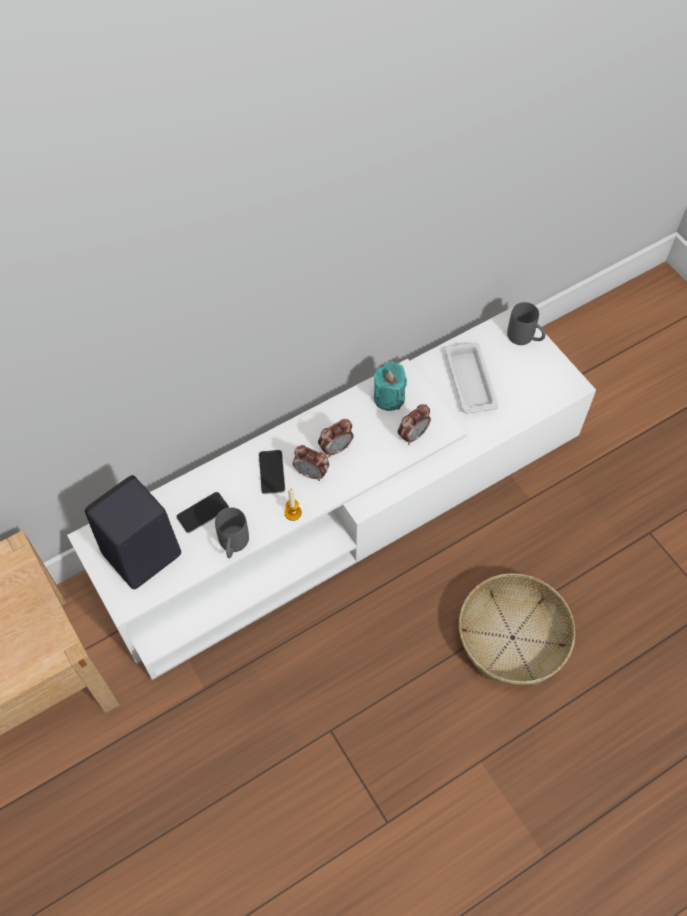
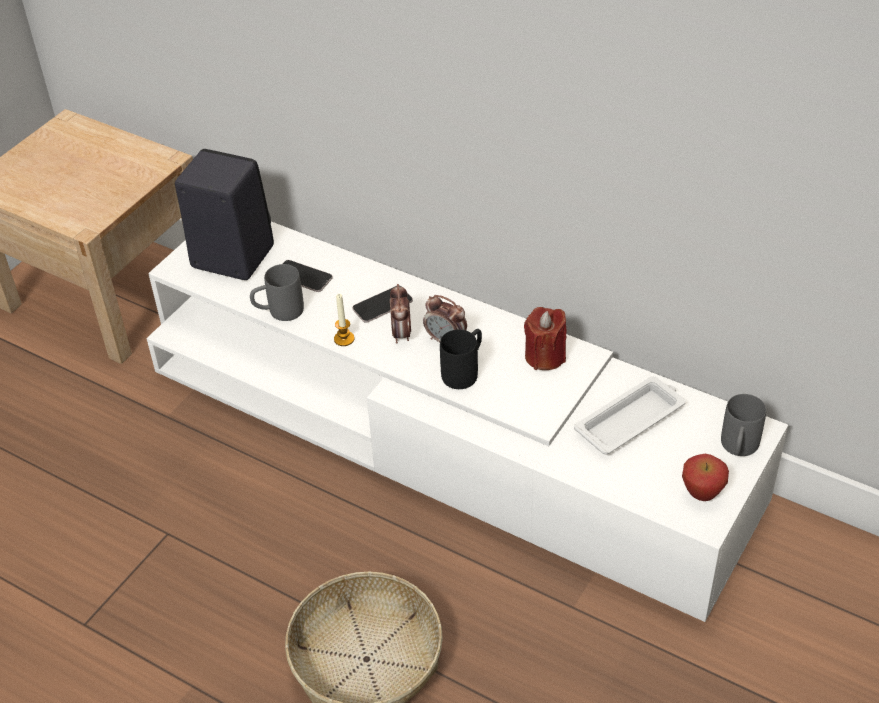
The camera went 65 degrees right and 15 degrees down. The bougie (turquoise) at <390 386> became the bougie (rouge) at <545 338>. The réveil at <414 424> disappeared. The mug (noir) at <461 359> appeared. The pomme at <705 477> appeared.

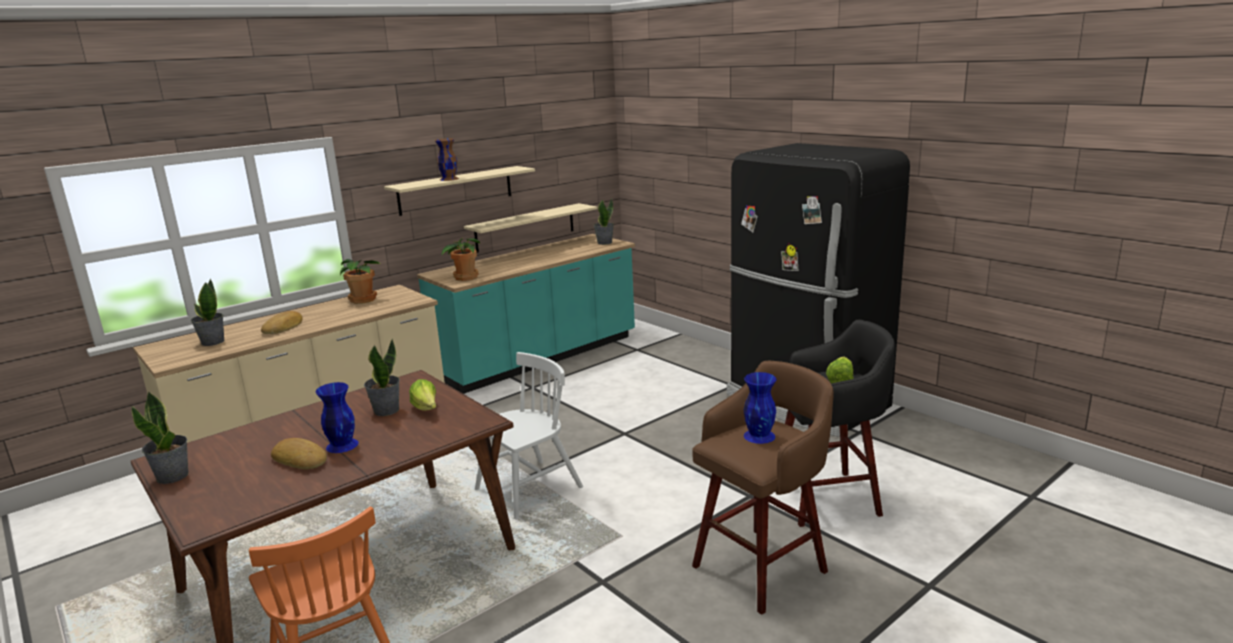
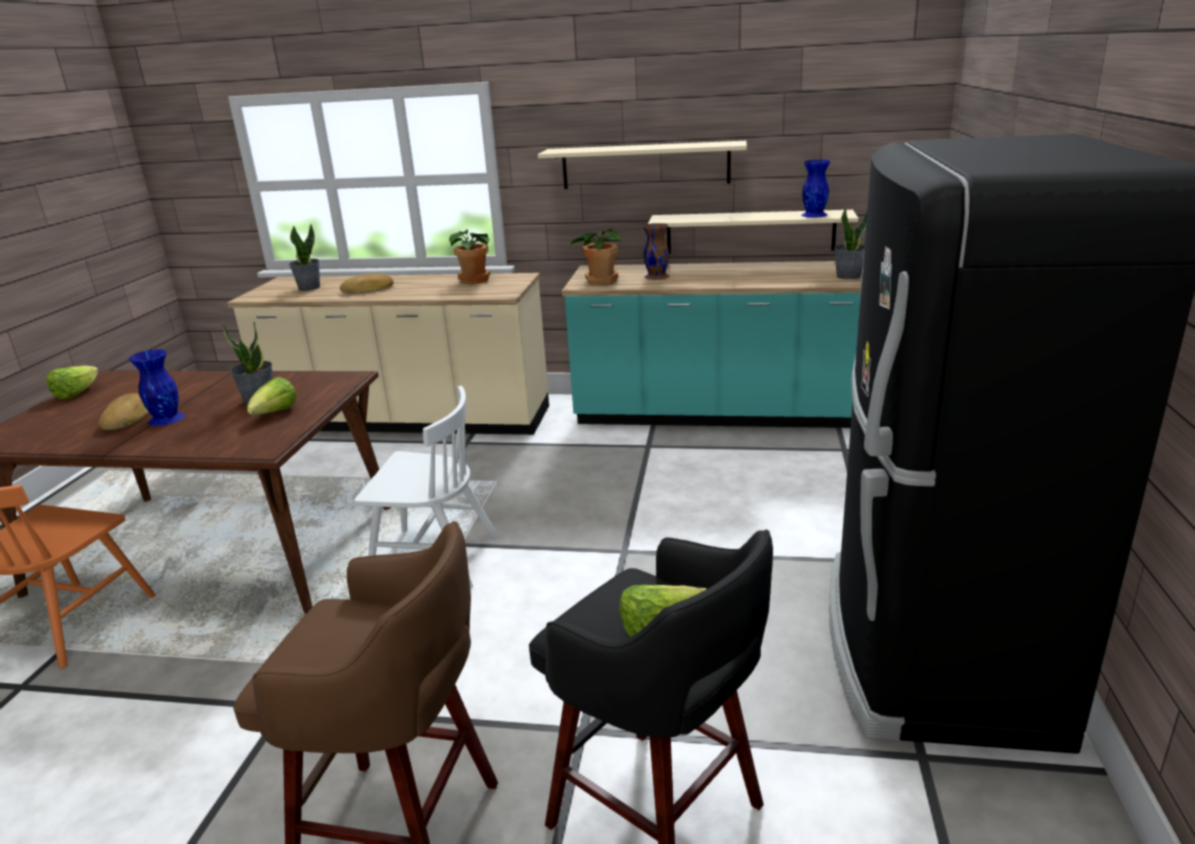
The camera went 50 degrees right and 5 degrees up. The vase (marron) moved from <447 159> to <656 251>. The vase (bleu) moved from <759 408> to <816 189>. The plante en pot at <159 437> was replaced by the laitue at <72 382>.

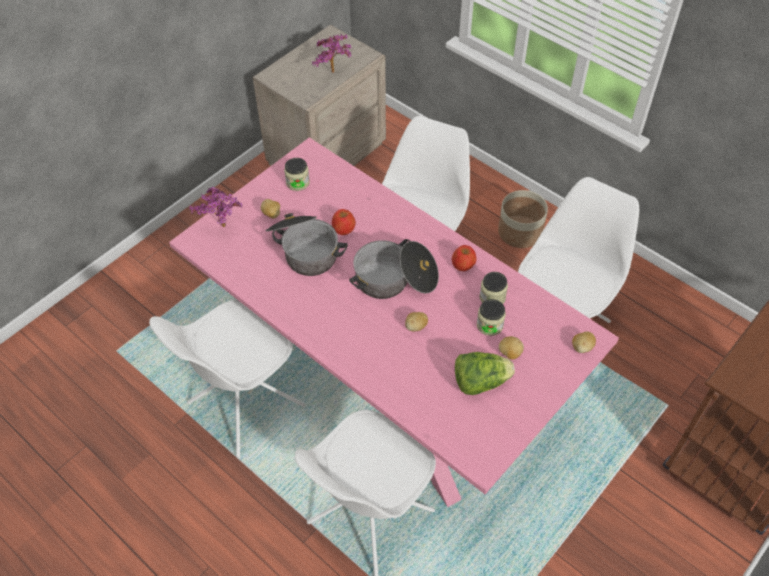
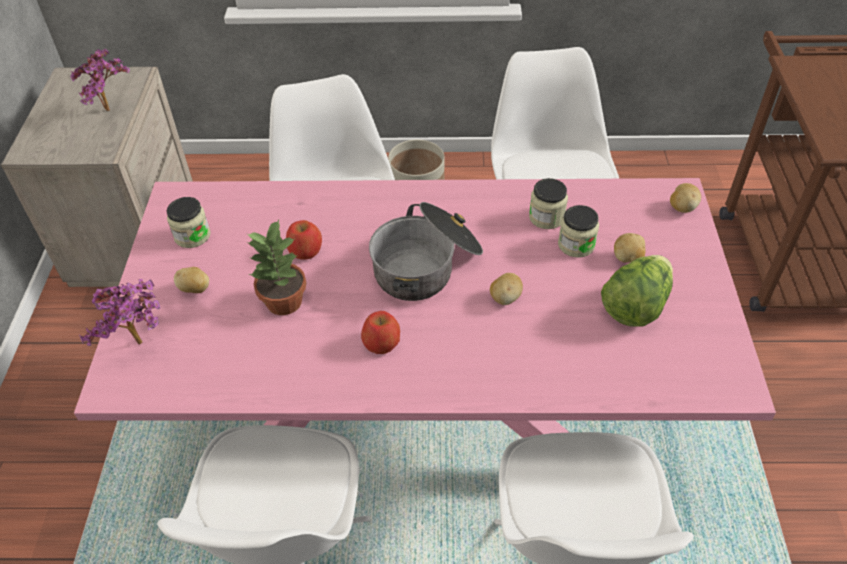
The camera went 40 degrees left and 5 degrees down. The marmite at <306 244> was replaced by the plante en pot at <276 267>. The pomme moved from <464 258> to <380 332>.

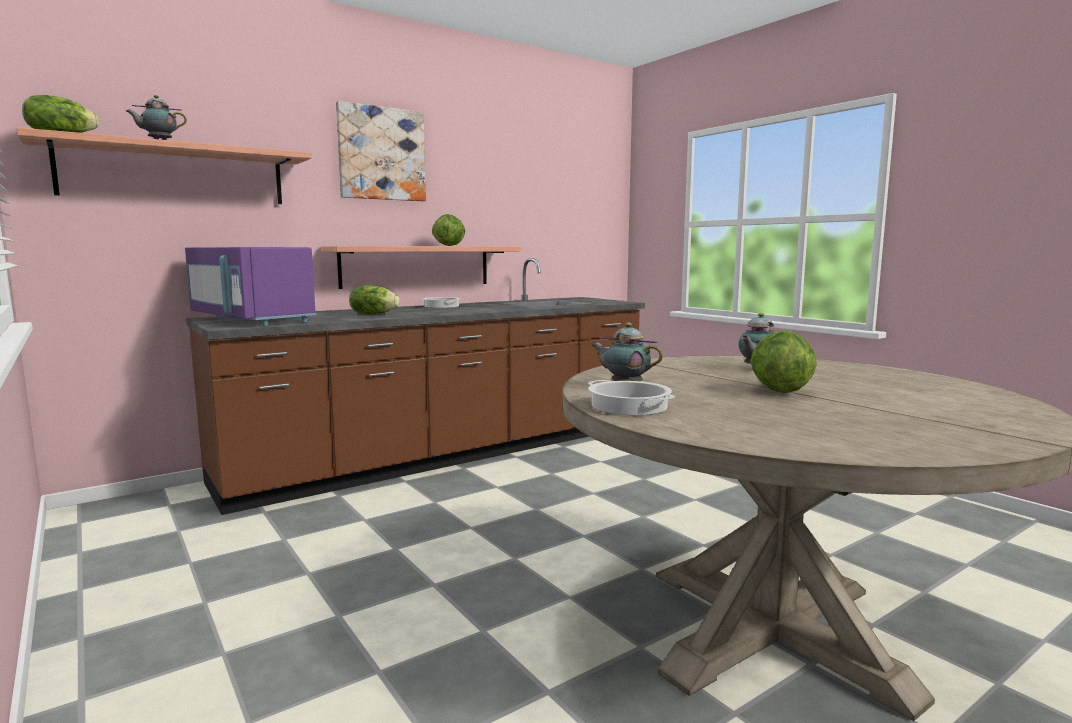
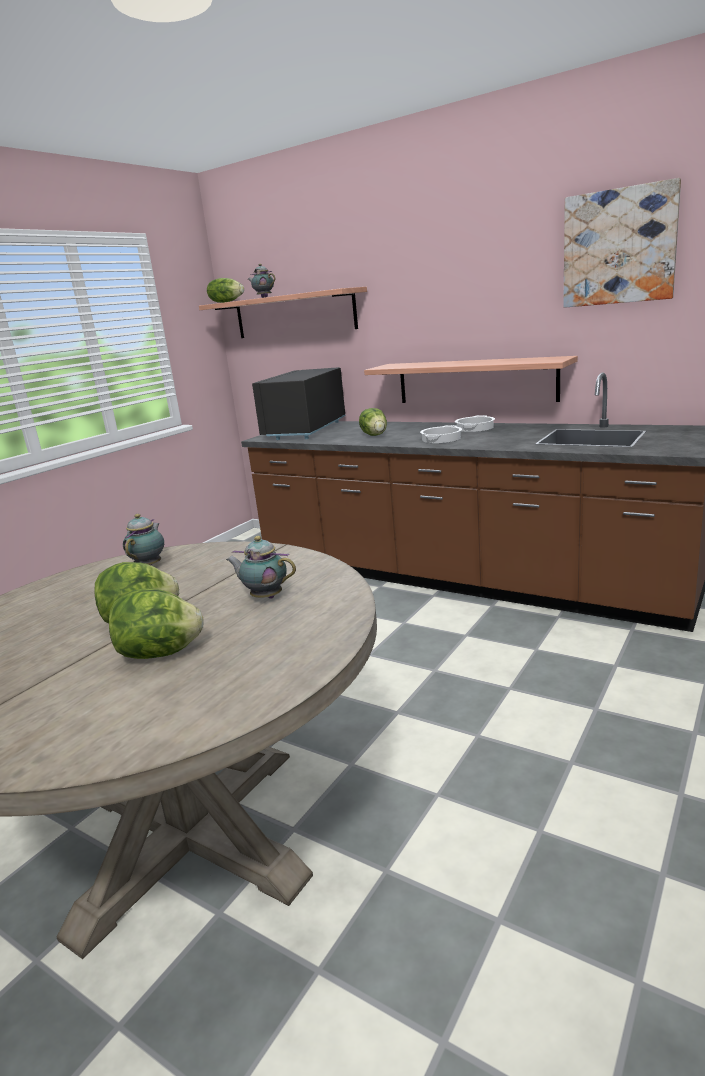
The camera went 70 degrees right and 10 degrees up. The tableau moved from <381 151> to <622 243>. The laitue moved from <448 230> to <156 623>. The micro-ondes (violet) at <250 286> became the micro-ondes (noir) at <299 403>. The marmite moved from <631 397> to <441 434>.

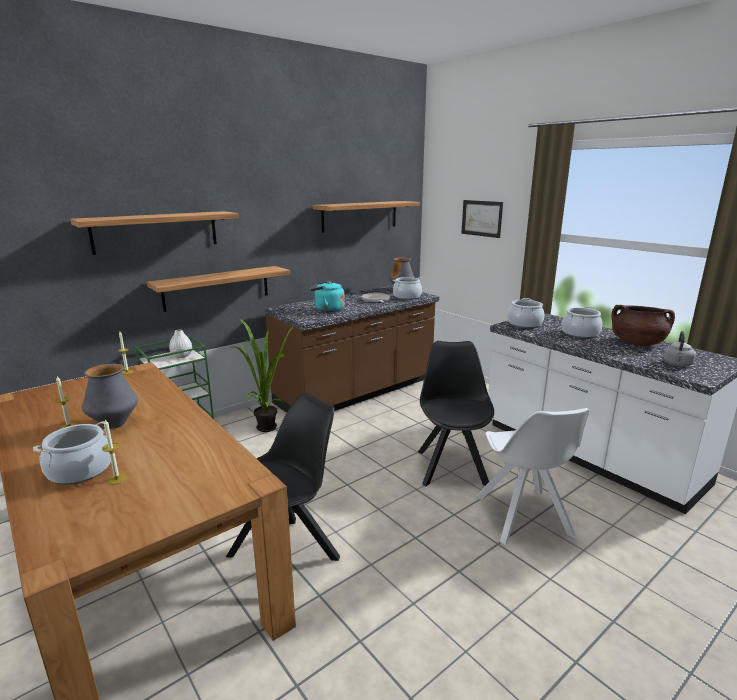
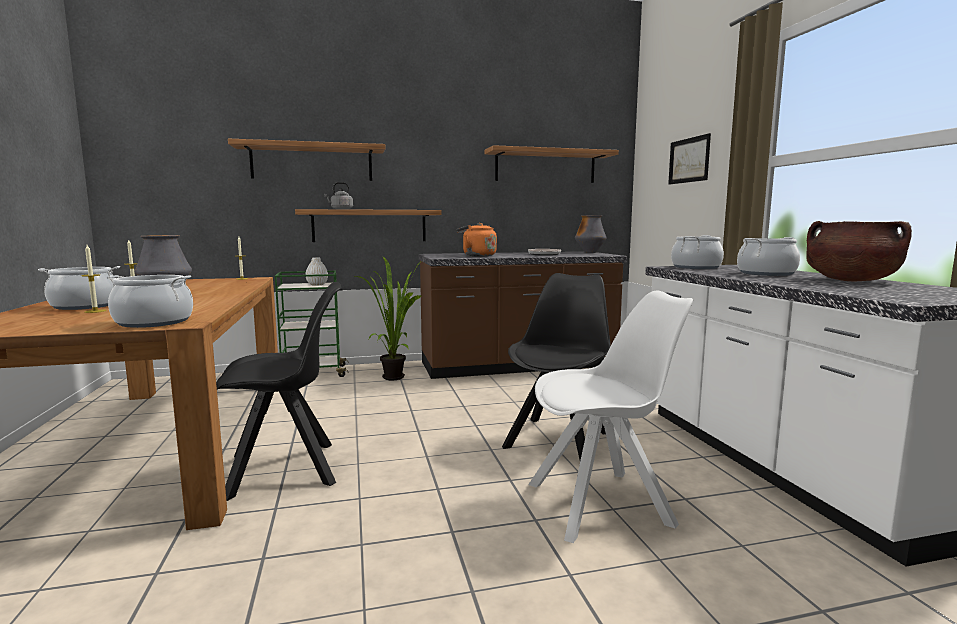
The camera went 25 degrees right and 10 degrees down. The marmite moved from <407 288> to <150 301>. The bouilloire (turquoise) at <327 296> became the bouilloire (orange) at <477 239>. The bouilloire (gris) moved from <679 349> to <338 195>. The chaise (blanc) at <532 476> turned 120 degrees counterclockwise.

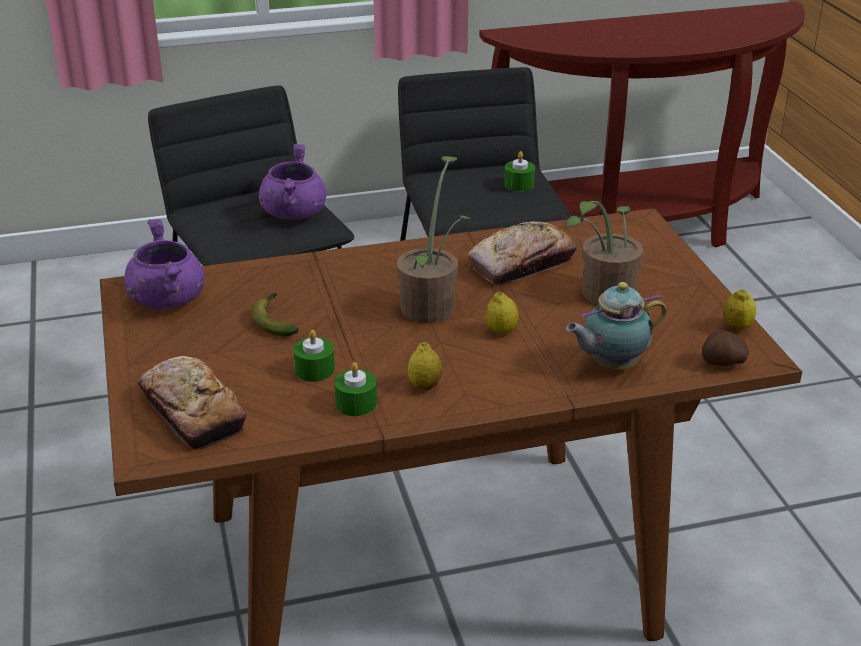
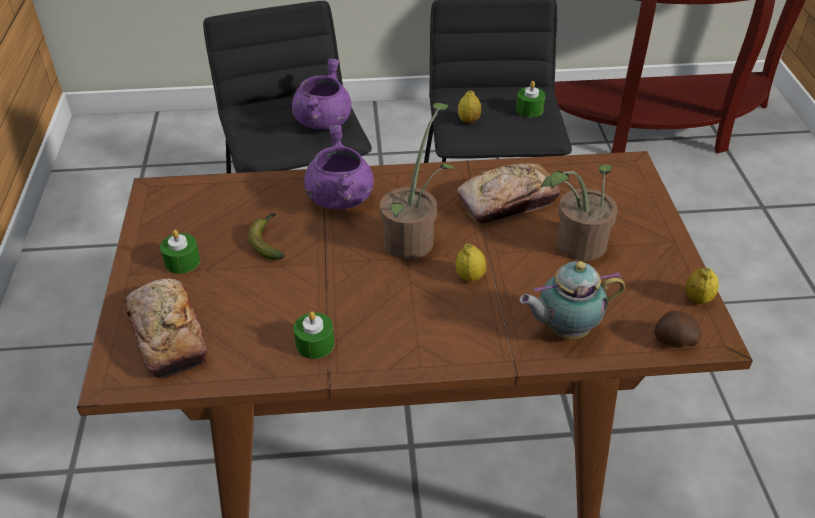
The camera went 10 degrees right and 10 degrees up. The marmite (violet) moved from <164 264> to <339 167>. The bougie (vert) moved from <314 356> to <180 252>. The citron moved from <425 366> to <469 107>.

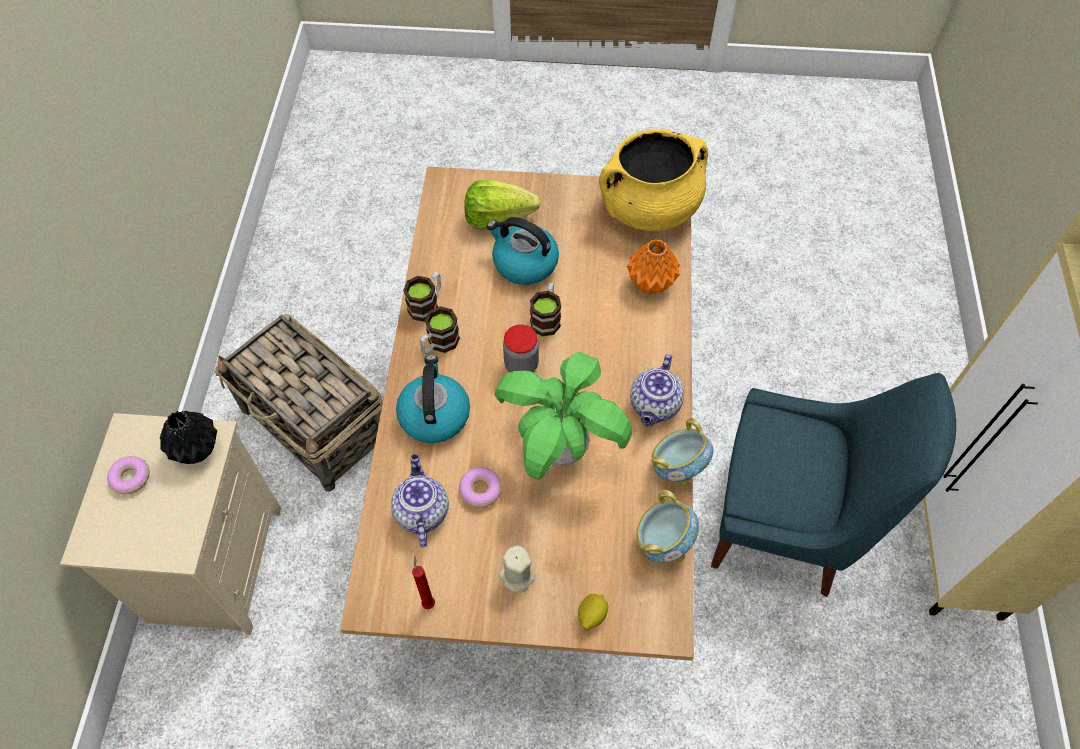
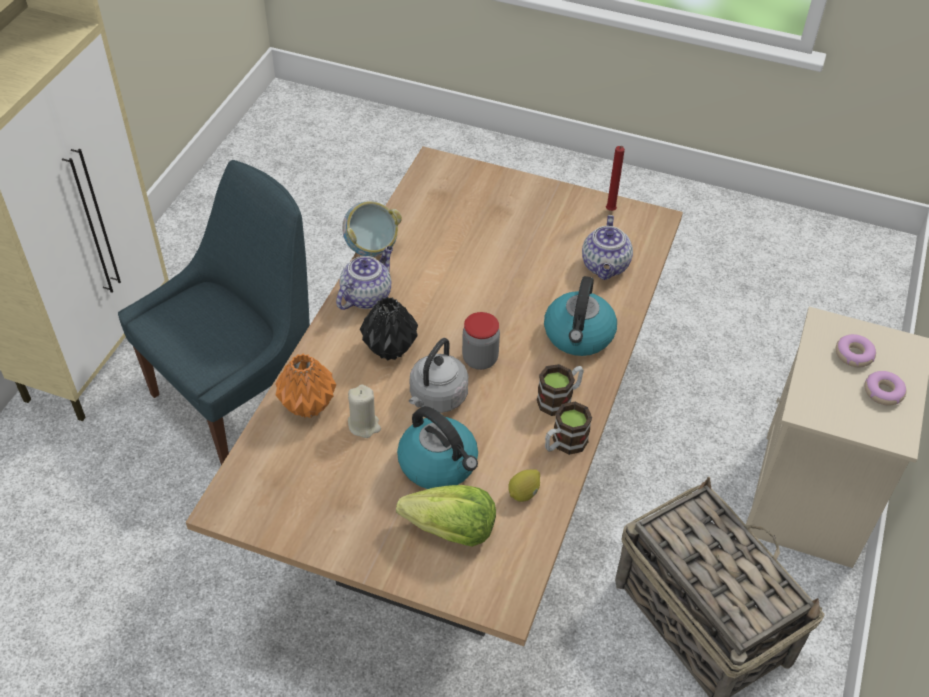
The camera went 165 degrees left and 10 degrees down. The marmite (jaune) at <653 180> disappeared. The mug at <545 309> was replaced by the bouilloire (gris) at <438 375>. The plante en pot at <563 416> disappeared. The chaise (bleu) at <833 485> turned 105 degrees clockwise. The vase (noir) moved from <188 437> to <389 328>. The beignet moved from <480 487> to <856 350>. The bol at <667 526> disappeared. The bougie (beige) moved from <517 569> to <364 411>. The citron moved from <593 612> to <524 485>.

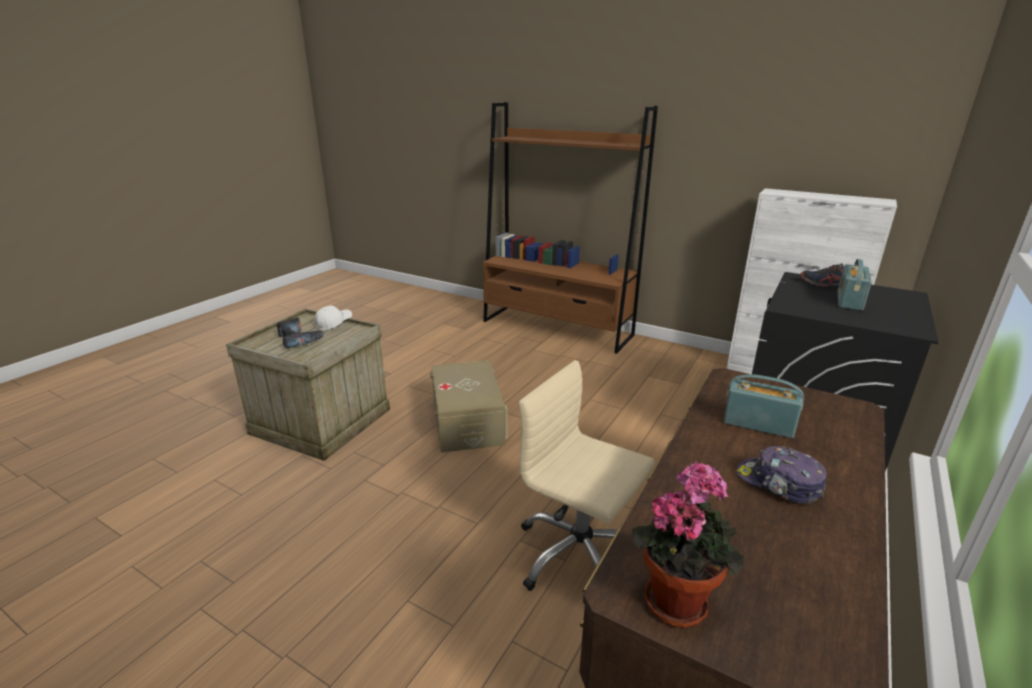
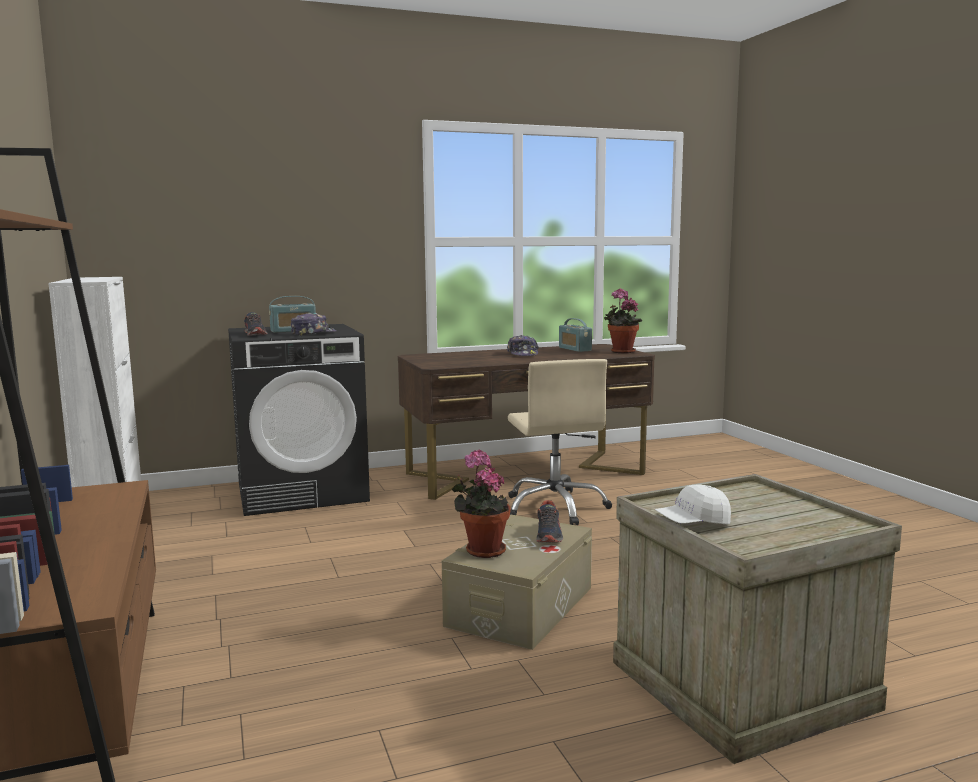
The camera went 140 degrees left and 15 degrees down. The perceuse at <301 333> disappeared. The radio moved from <763 406> to <575 335>. The casquette at <314 324> appeared. The plante en pot at <481 504> appeared. The chaussure at <549 521> appeared.

